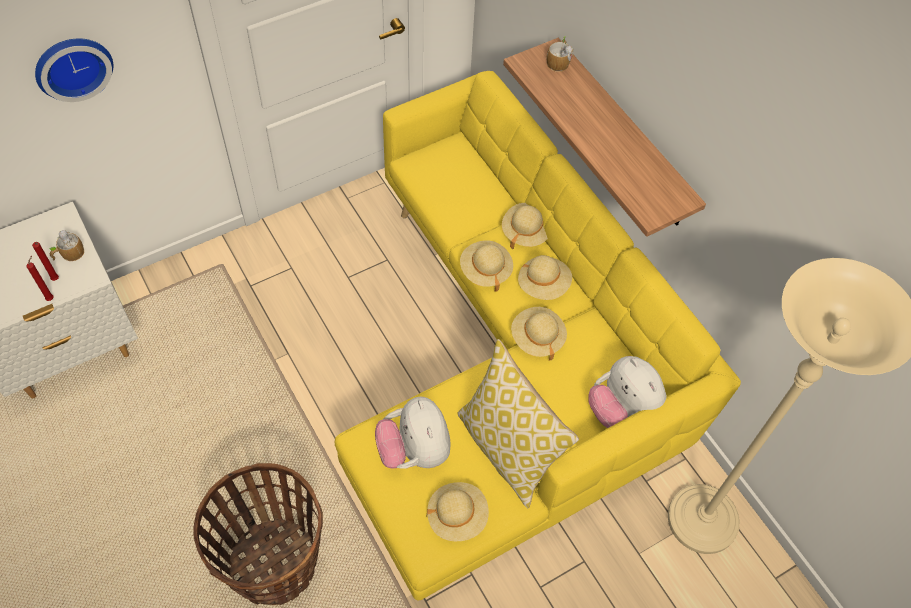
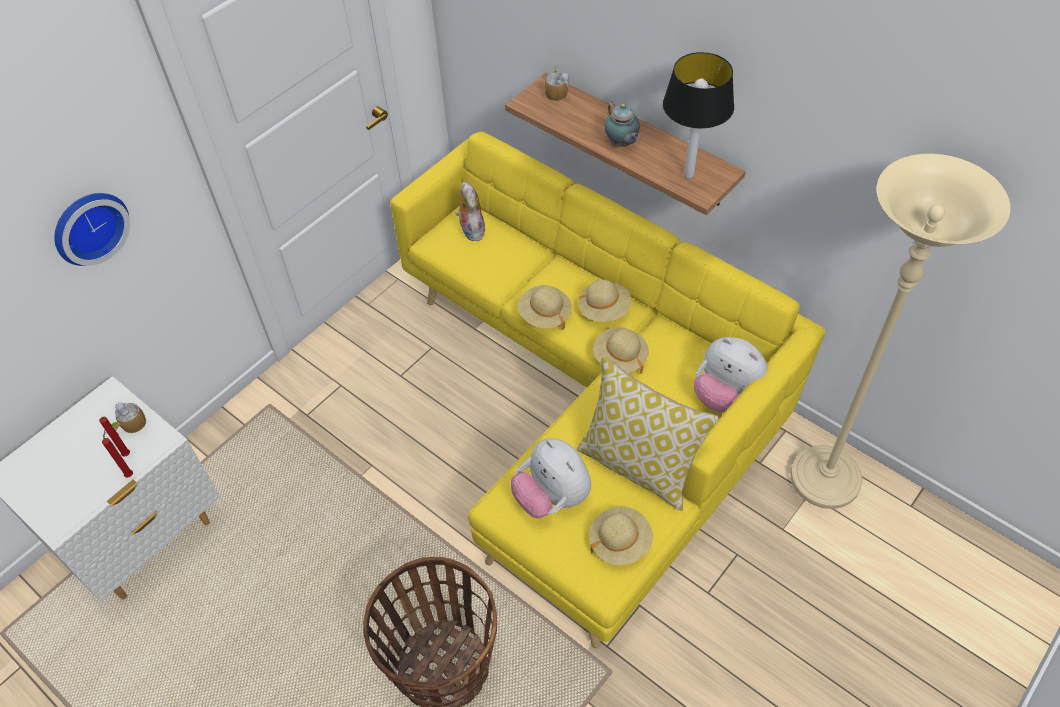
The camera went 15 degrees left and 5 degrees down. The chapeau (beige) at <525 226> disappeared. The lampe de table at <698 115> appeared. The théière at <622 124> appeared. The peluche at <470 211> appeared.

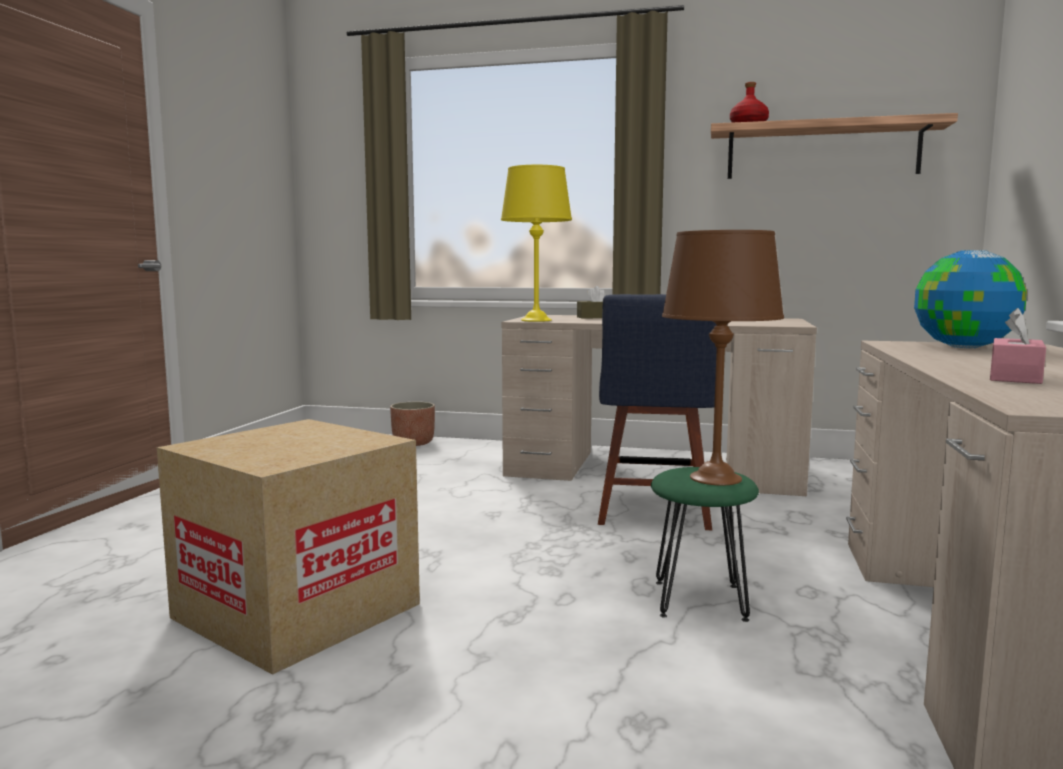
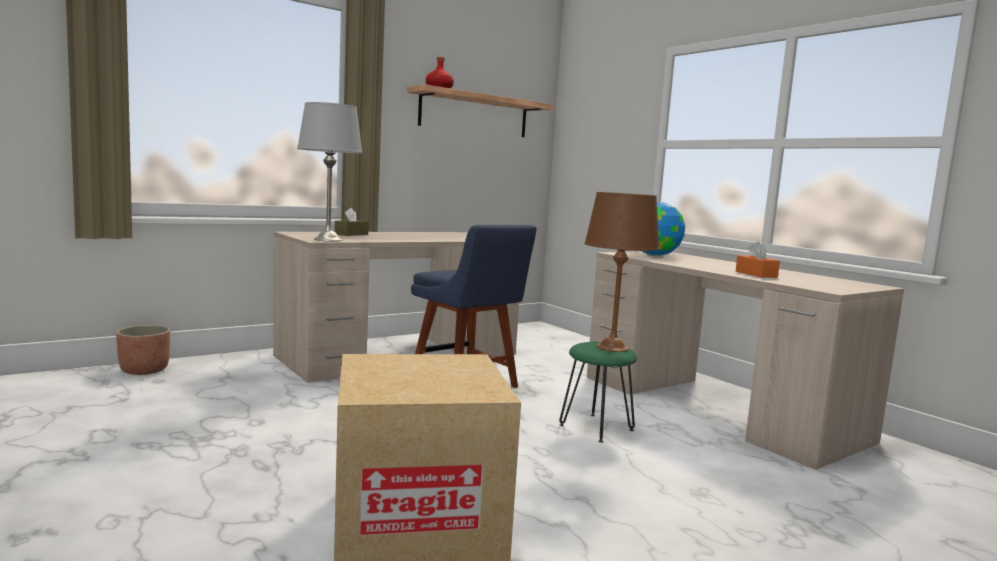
The camera went 50 degrees left and 0 degrees up. The lampe de table (jaune) at <536 243> became the lampe de table (gris) at <329 171>. The boîte à mouchoirs (rose) at <1018 346> became the boîte à mouchoirs (orange) at <758 259>.

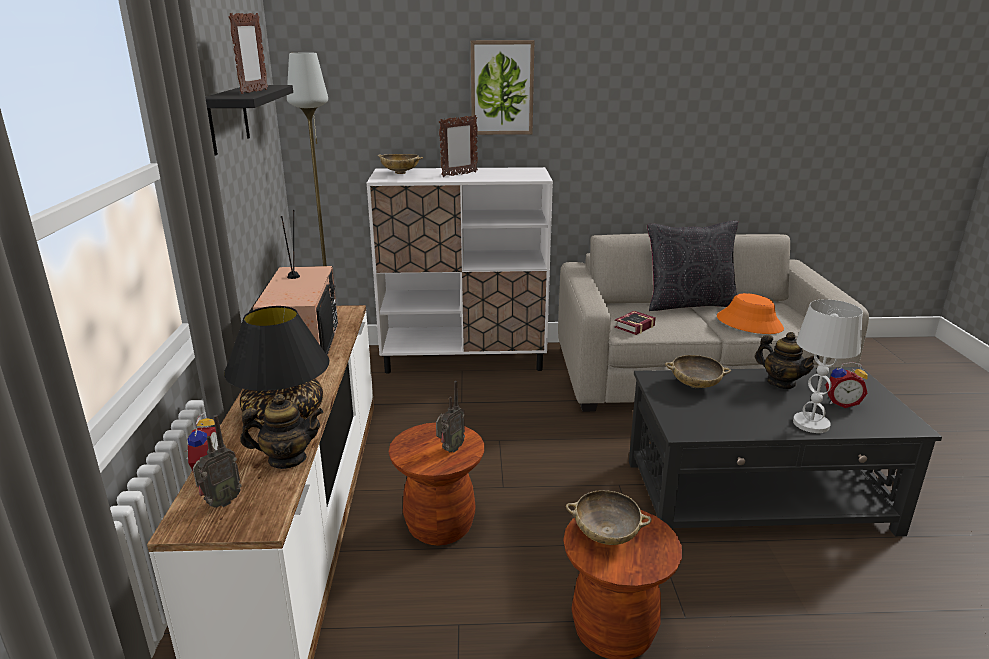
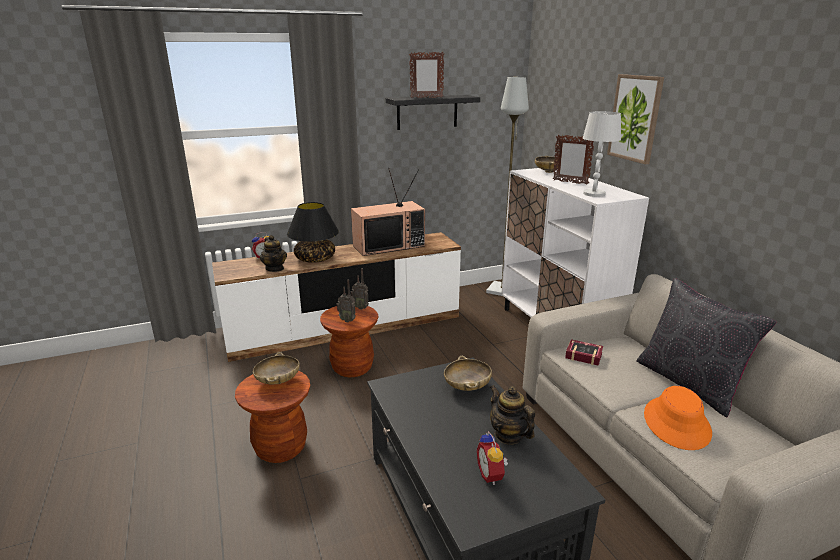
The camera went 70 degrees right and 0 degrees up. The lampe de table (blanc) moved from <828 366> to <602 154>. The théière at <787 360> turned 120 degrees clockwise. The radio moved from <217 461> to <360 289>.

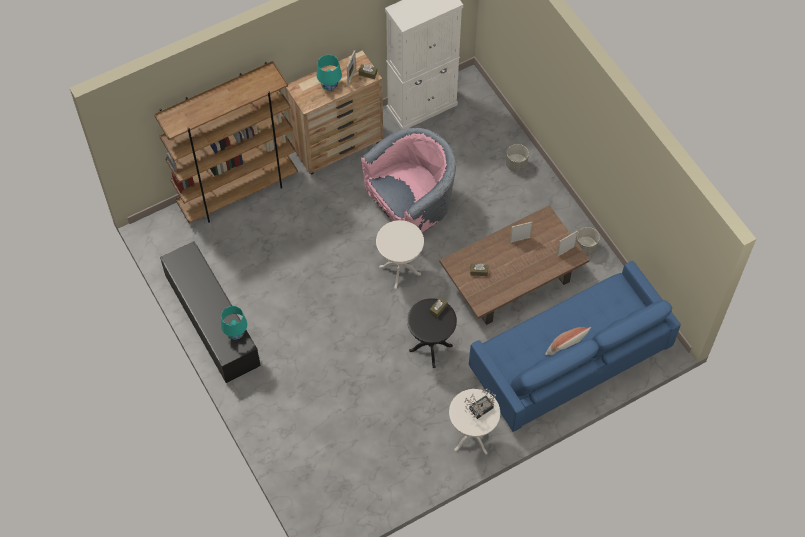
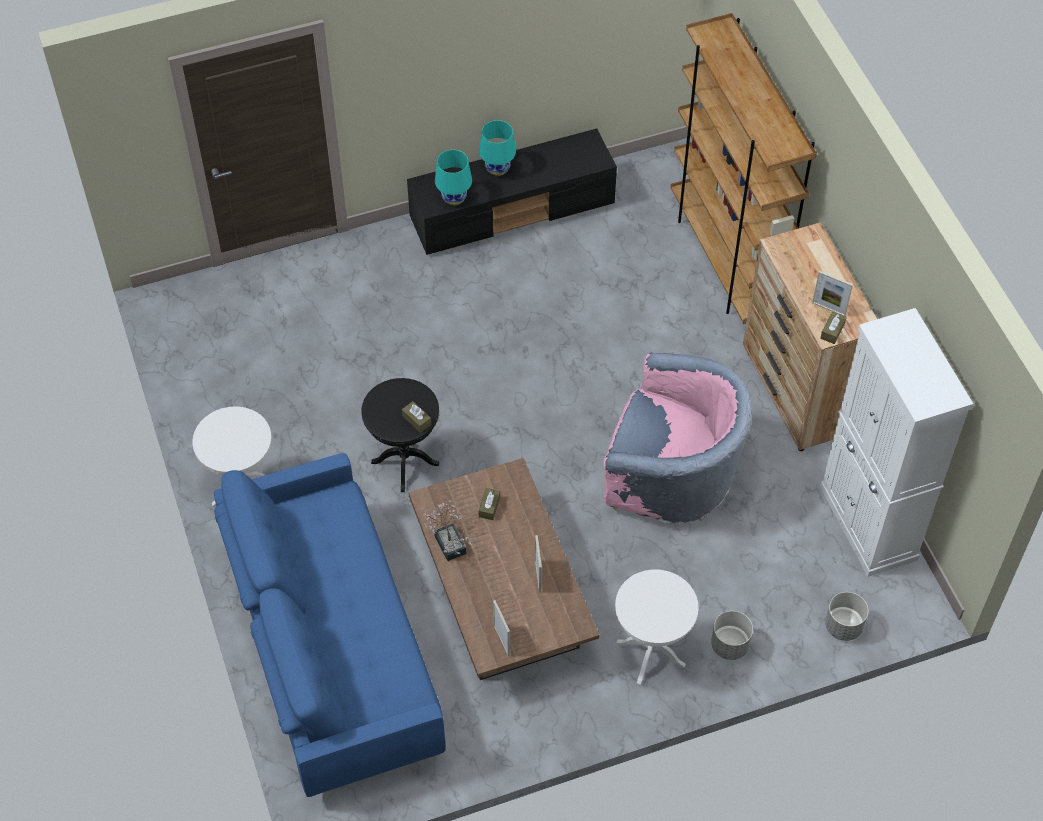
The camera went 100 degrees right and 5 degrees down. The lampe de table (turquoise) moved from <329 73> to <497 148>. The fauteuil (rose) at <408 180> turned 45 degrees counterclockwise. The table d'appoint (blanc) moved from <400 254> to <657 627>. The cache-pot (gris) moved from <588 241> to <846 616>. The coussin at <568 341> disappeared. The plante en pot moved from <480 404> to <448 530>.

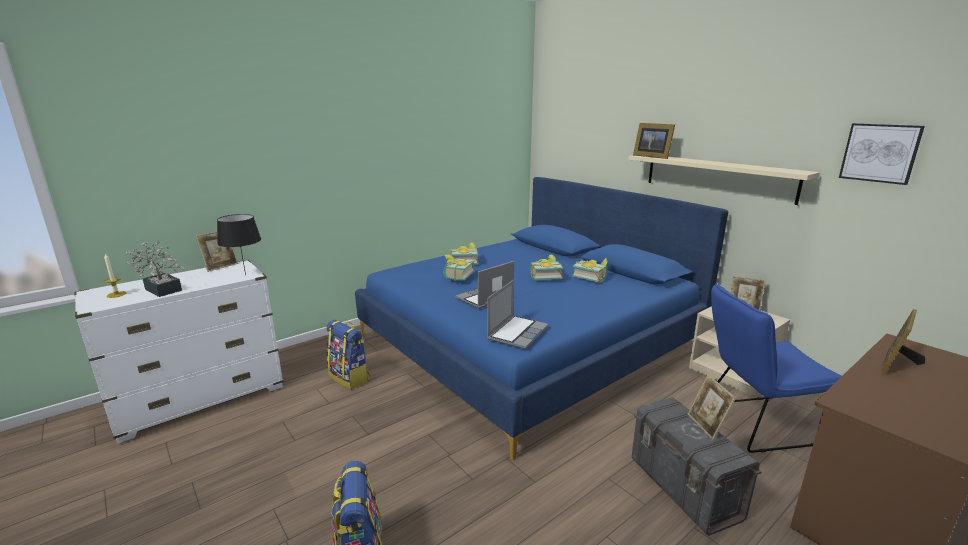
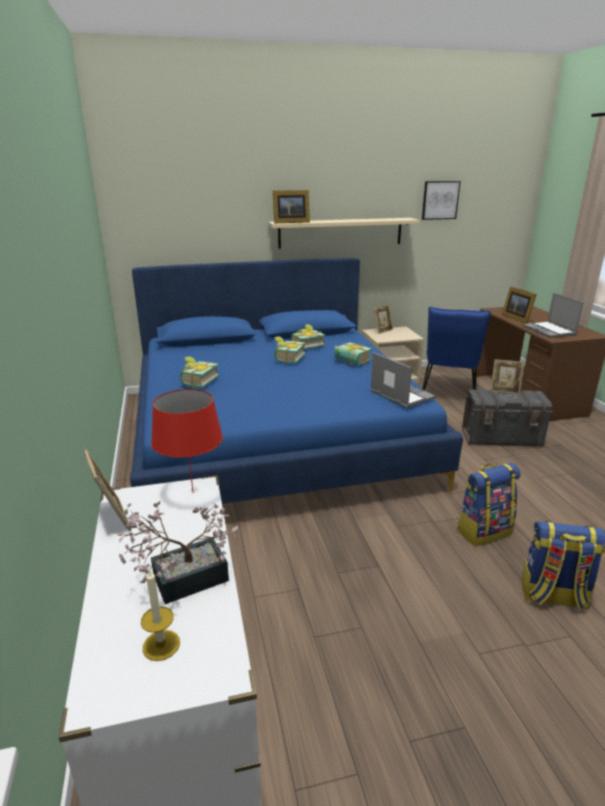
The camera went 65 degrees left and 5 degrees up. The lampe de table (noir) at <239 244> became the lampe de table (rouge) at <187 441>. The livre moved from <459 267> to <353 354>. The ordinateur portable moved from <484 285> to <553 315>. The sac à dos moved from <348 355> to <489 504>.

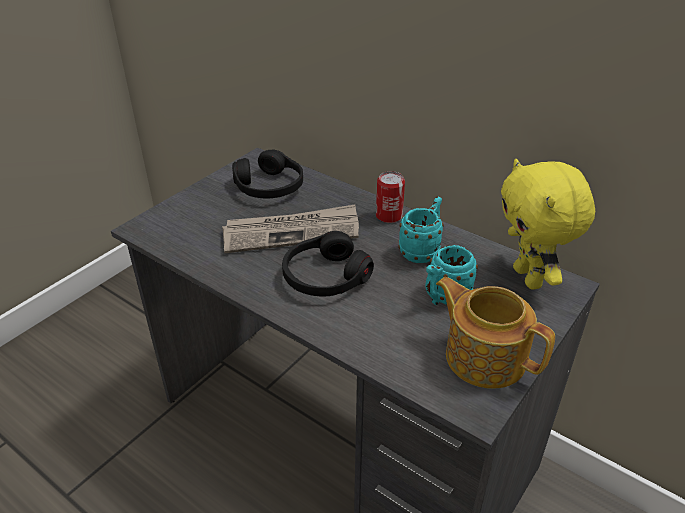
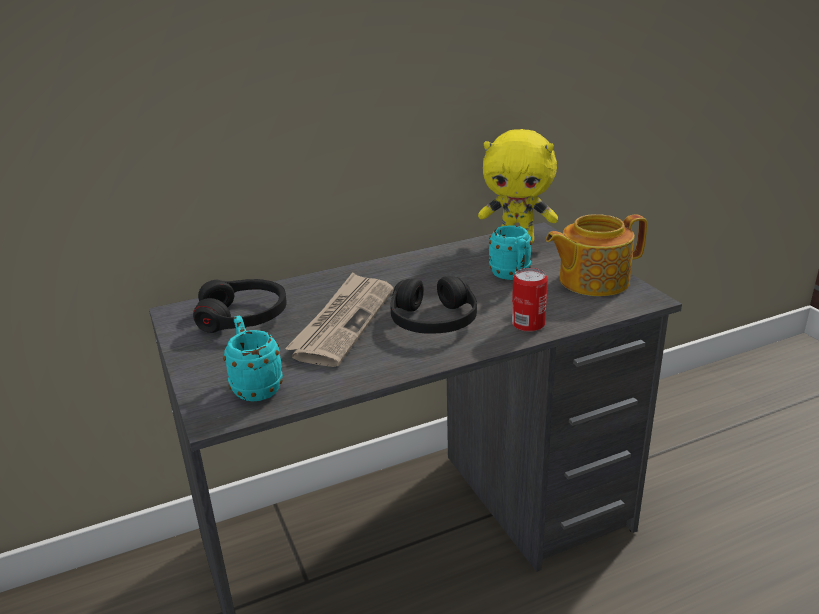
The camera went 60 degrees left and 10 degrees down. The boîte métallique moved from <390 197> to <530 300>. The mug (turquoise) moved from <421 229> to <253 359>.

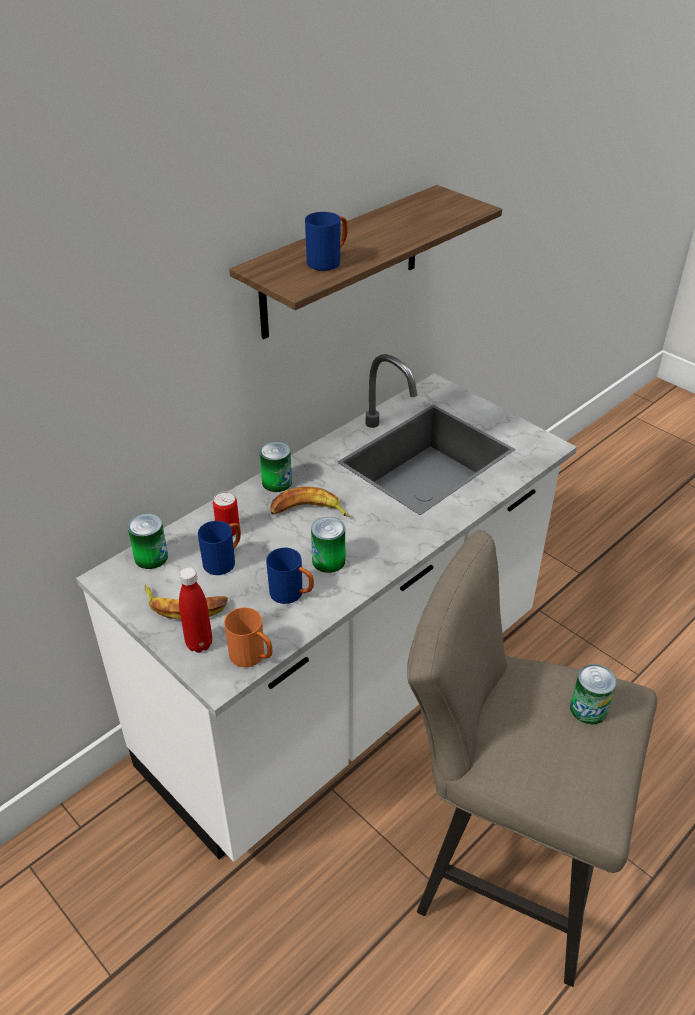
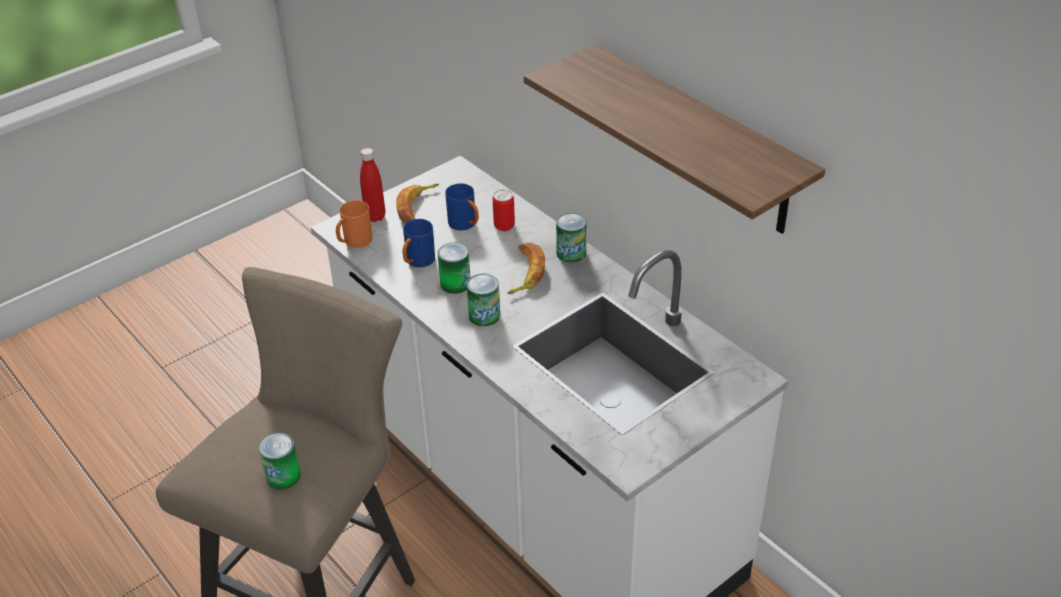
The camera went 95 degrees right and 0 degrees up. The mug (bleu) at <326 241> disappeared. The boîte métallique moved from <148 541> to <483 300>.

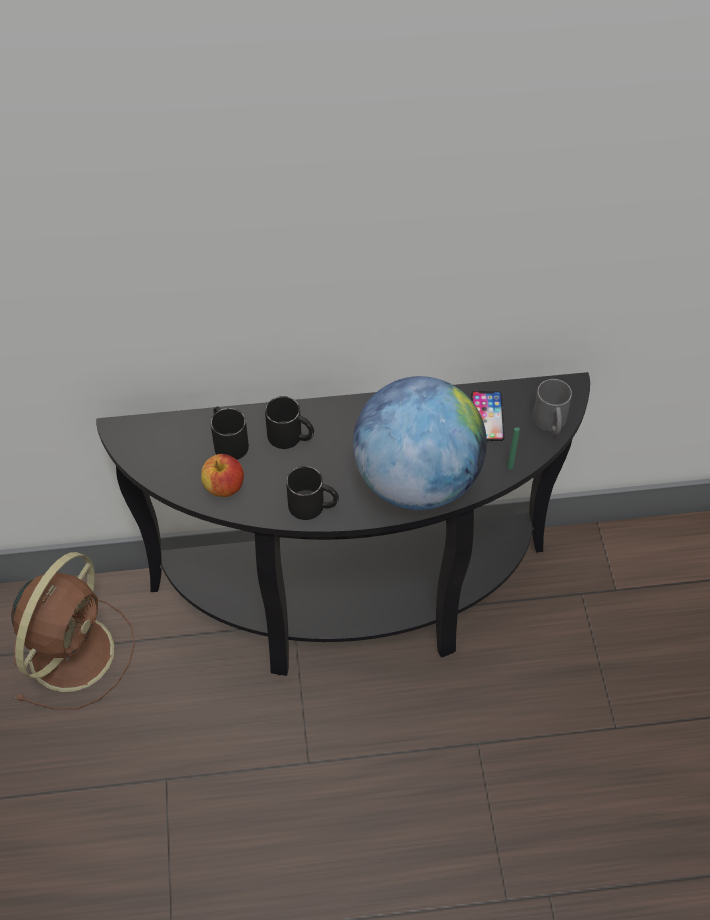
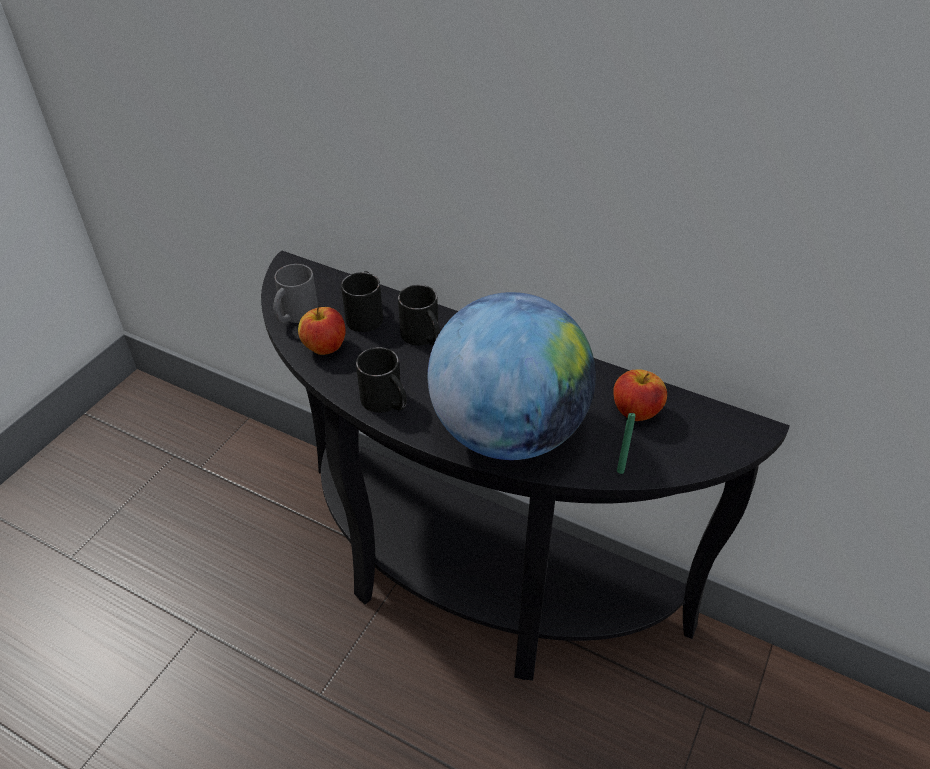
The camera went 35 degrees right and 10 degrees down. The mug (gris) moved from <552 407> to <295 293>. The téléphone at <487 416> was replaced by the pomme at <640 395>. The ventilateur (marron) at <73 630> disappeared.

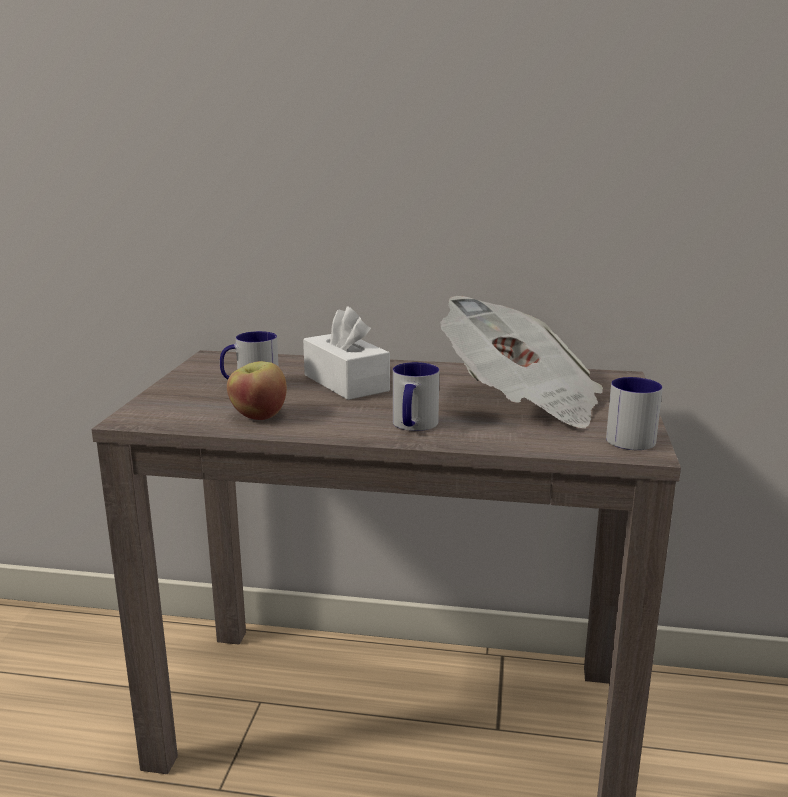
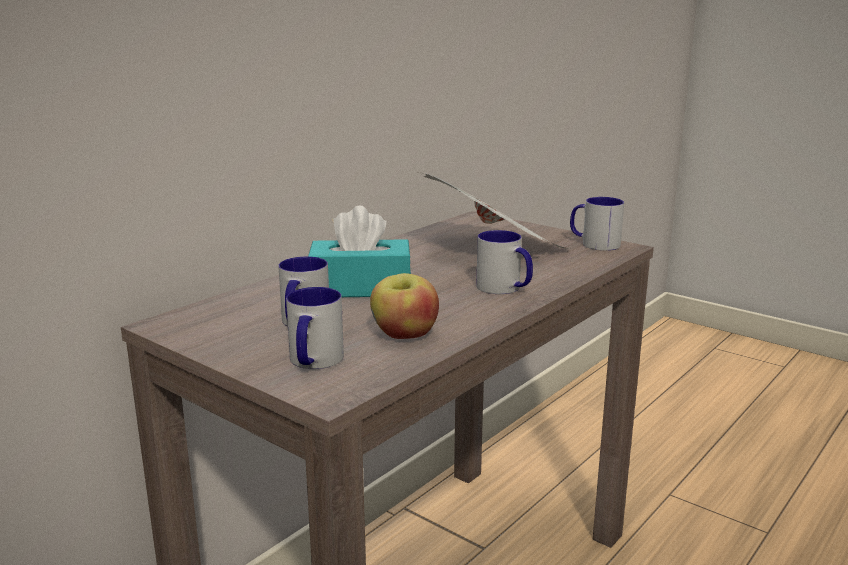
The camera went 60 degrees left and 0 degrees up. The boîte à mouchoirs (blanc) at <346 353> became the boîte à mouchoirs (turquoise) at <359 251>. The mug at <315 328> appeared.

